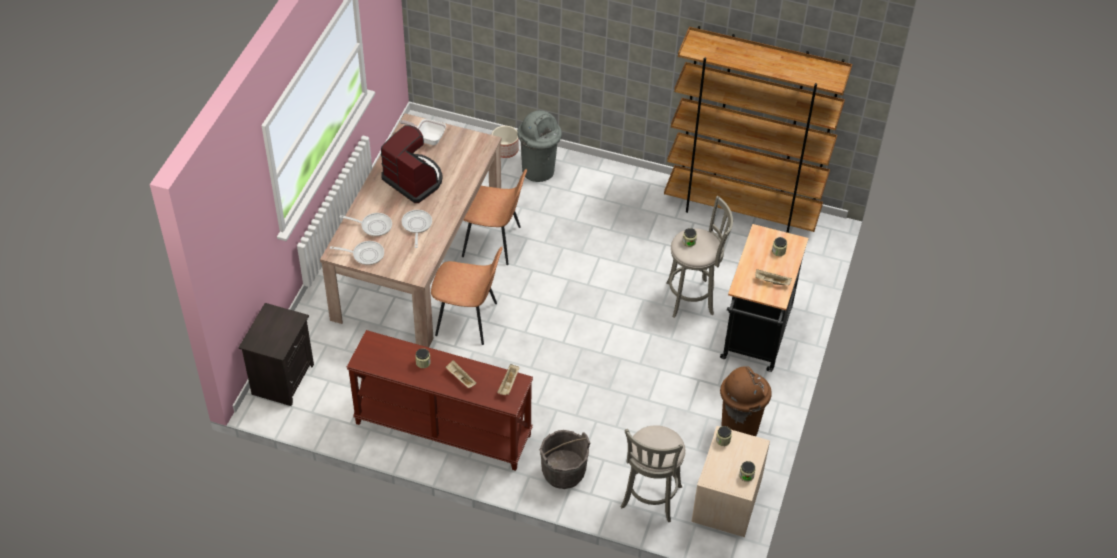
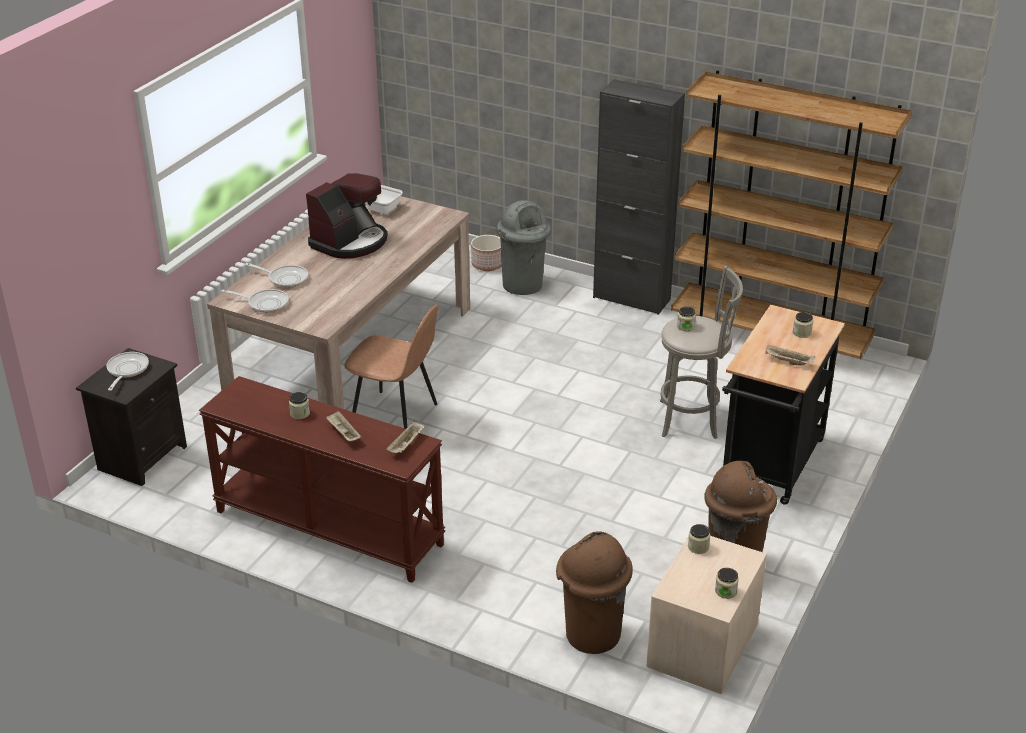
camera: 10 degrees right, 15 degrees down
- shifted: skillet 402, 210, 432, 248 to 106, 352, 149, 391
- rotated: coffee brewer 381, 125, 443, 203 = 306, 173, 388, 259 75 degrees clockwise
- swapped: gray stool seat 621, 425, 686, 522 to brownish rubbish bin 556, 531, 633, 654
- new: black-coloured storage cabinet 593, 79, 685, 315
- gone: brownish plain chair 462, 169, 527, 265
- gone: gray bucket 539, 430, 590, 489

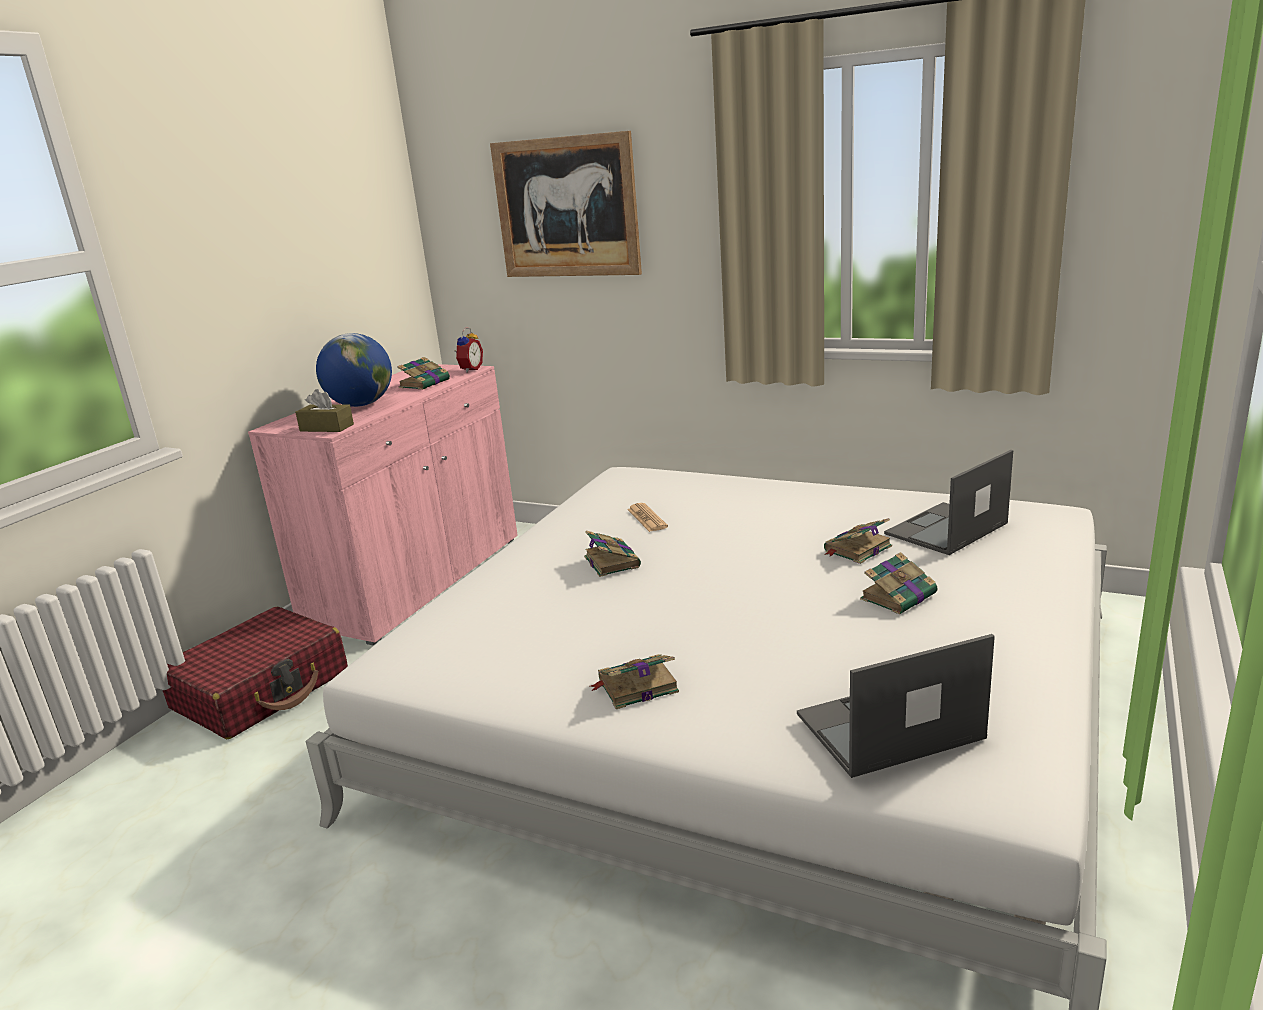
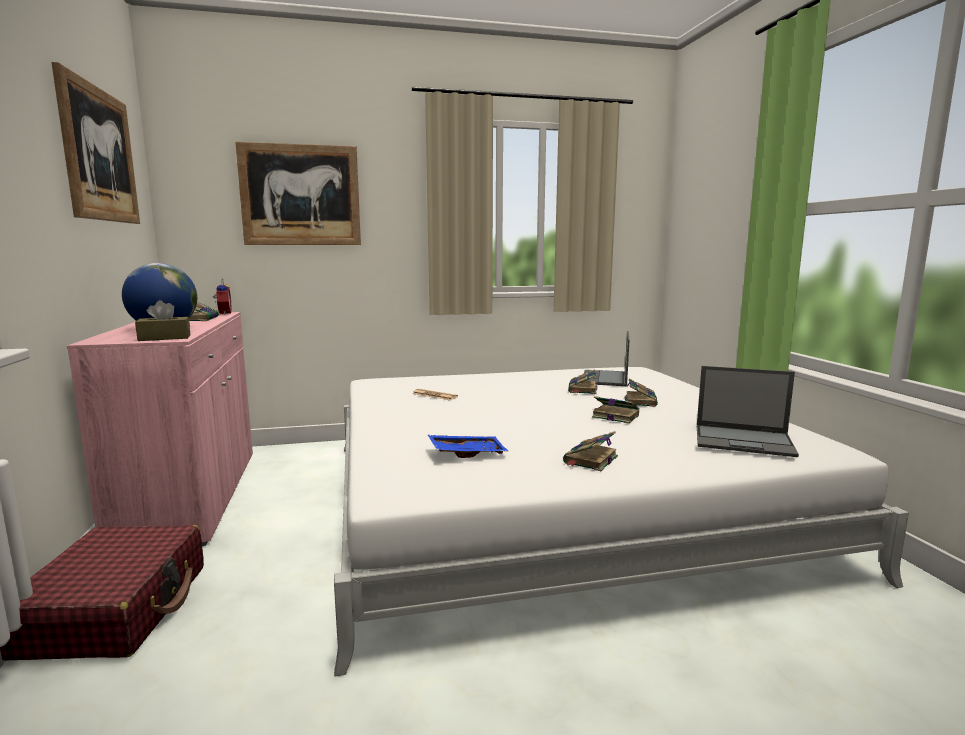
camera: 40 degrees left, 10 degrees down
- new: picture 52, 62, 140, 224
- new: blue-coloured carrying tray 428, 435, 509, 458
- shifted: book 584, 531, 641, 577 to 592, 396, 639, 424
- rotated: portable computer 797, 634, 995, 778 = 697, 366, 799, 457 105 degrees counterclockwise

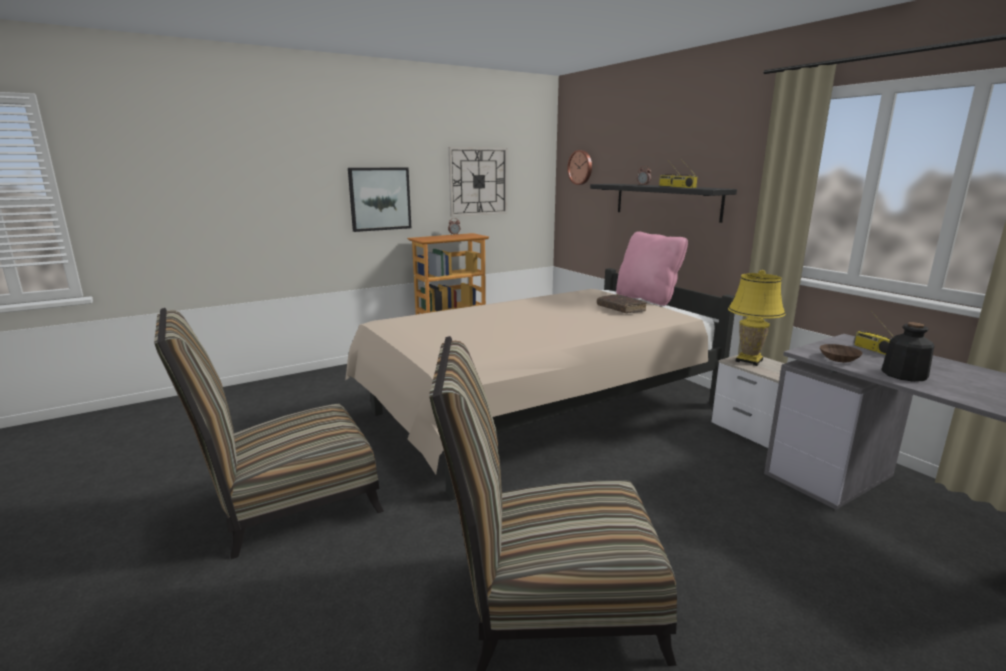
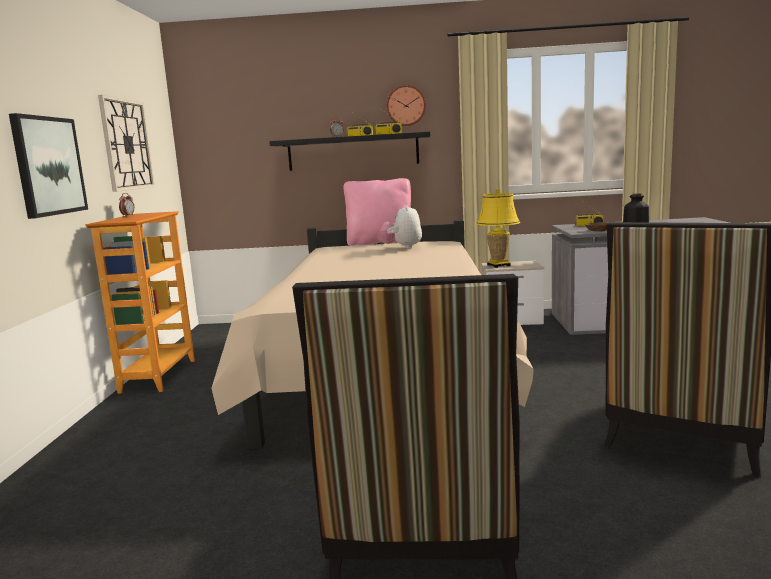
camera: 55 degrees left, 5 degrees down
- swapped: brownish book 597, 294, 646, 313 to cuddly toy 380, 205, 422, 249
- shifted: wall clock 567, 150, 592, 185 to 387, 85, 426, 126

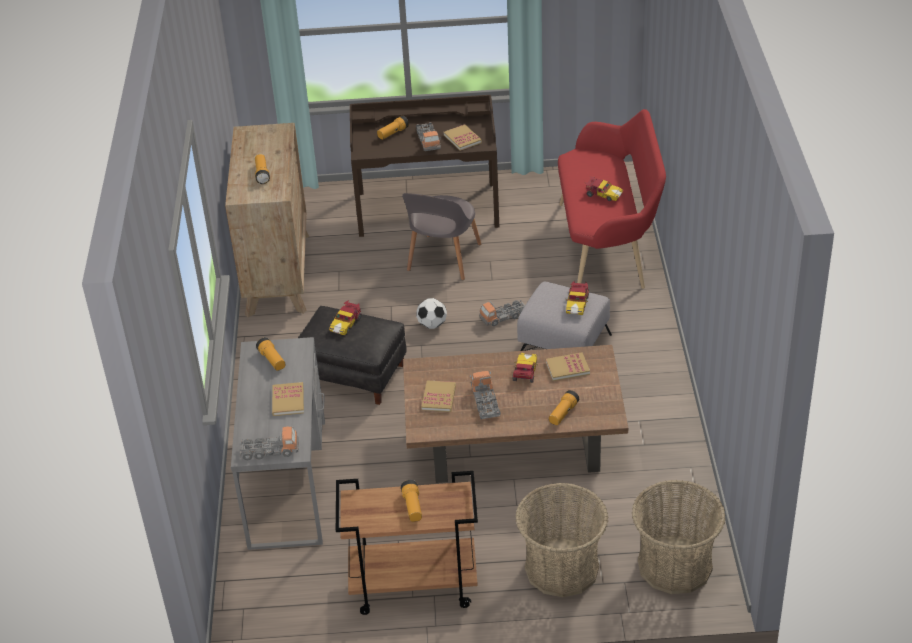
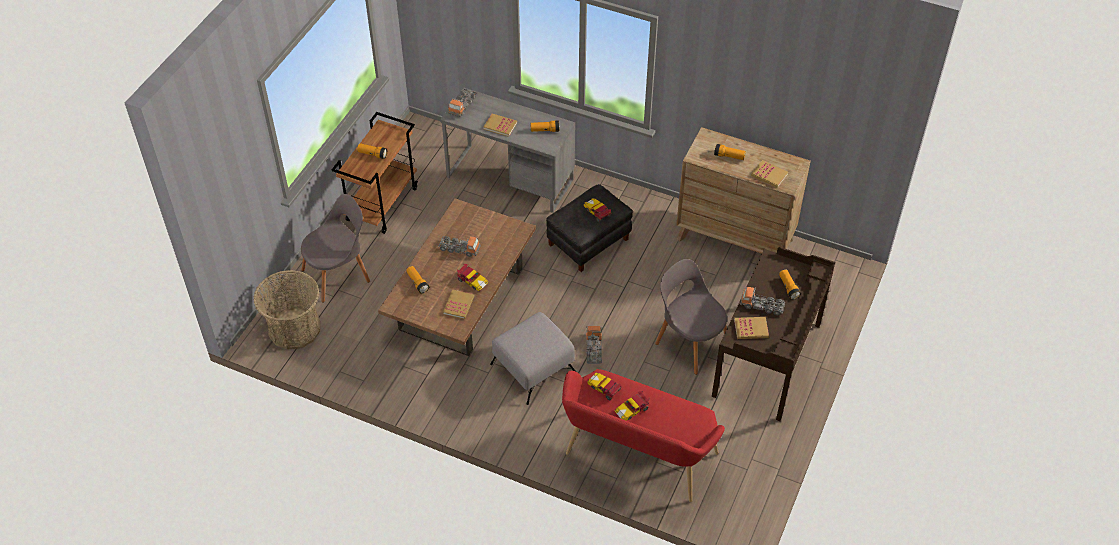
camera: 115 degrees right, 10 degrees up
- swapped: storage basket 515, 483, 609, 597 to gray plain chair 301, 194, 370, 303
- shifted: toy car 565, 281, 589, 315 to 588, 373, 622, 400
- shifted: book 421, 381, 456, 412 to 751, 160, 788, 188
- gone: football ball 416, 298, 447, 329

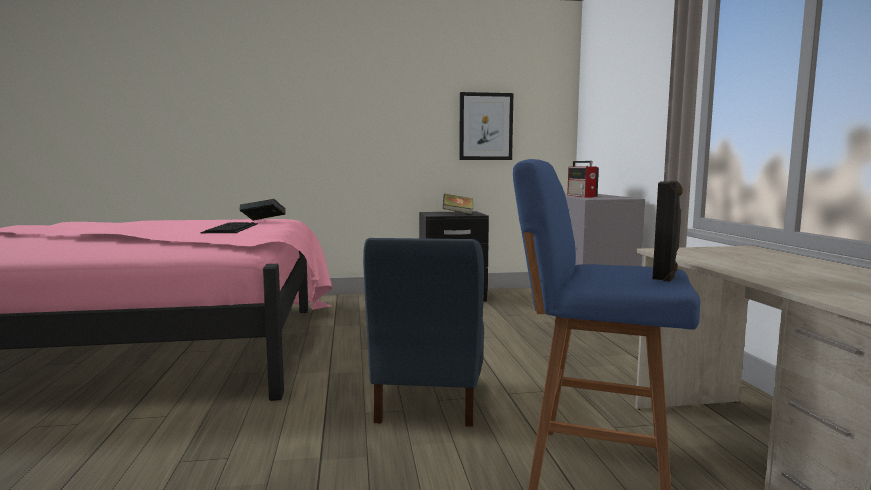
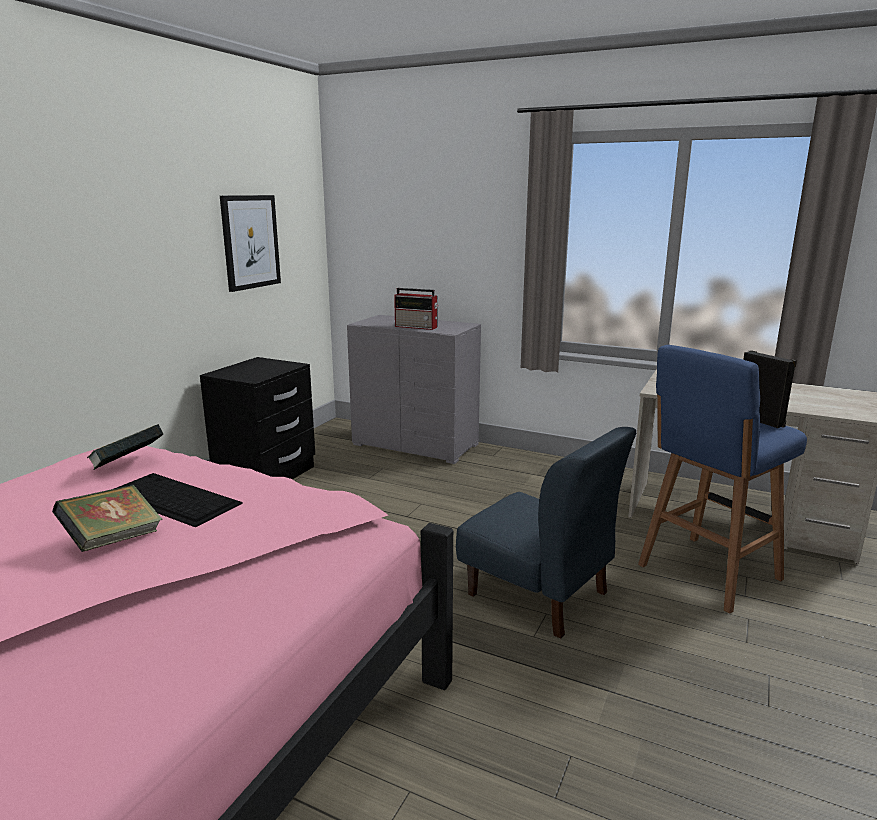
camera: 55 degrees left, 10 degrees up
- shifted: book 443, 194, 474, 214 to 52, 485, 163, 552

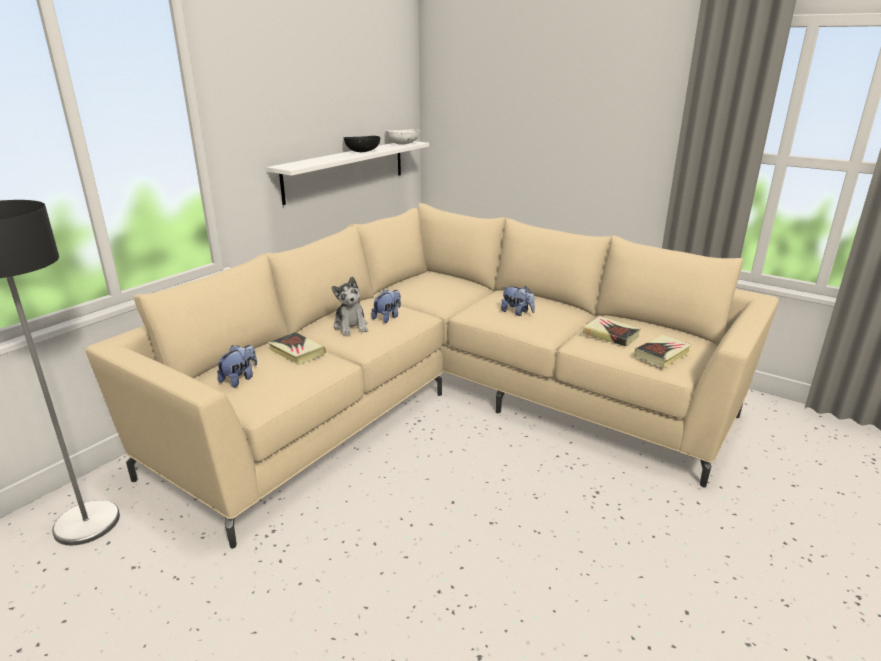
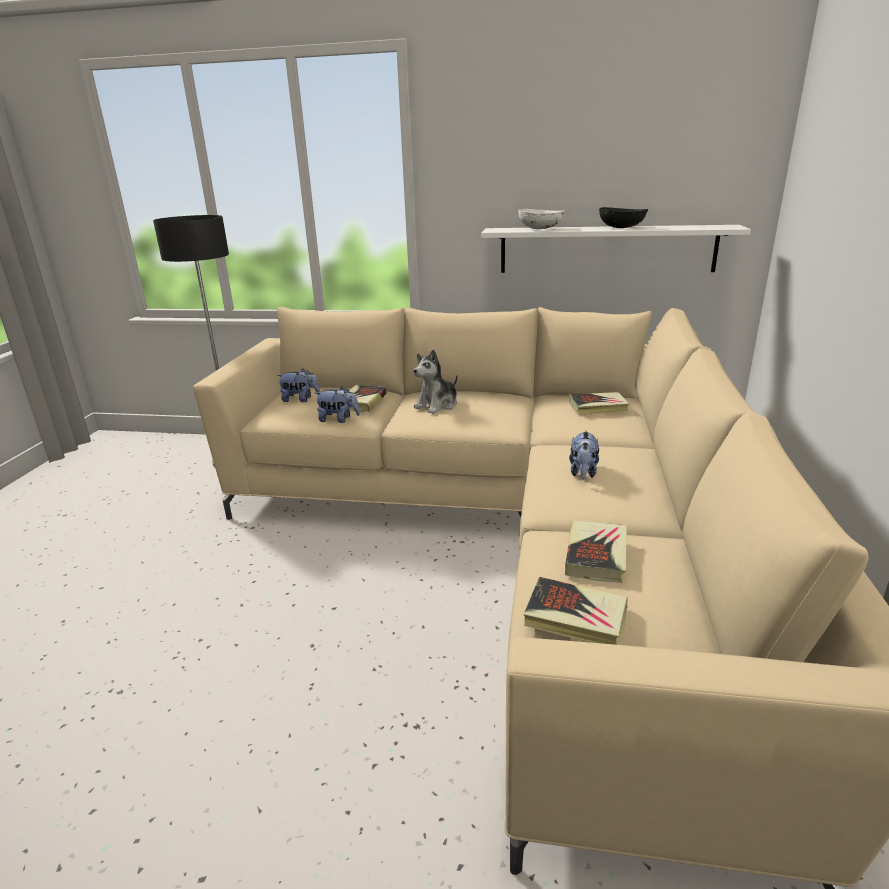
camera: 65 degrees right, 0 degrees up
- shifted: cuddly toy 371, 289, 401, 323 to 315, 386, 360, 423
- shifted: white serving bowl 386, 129, 420, 145 to 518, 209, 564, 229
- new: book 569, 392, 630, 415

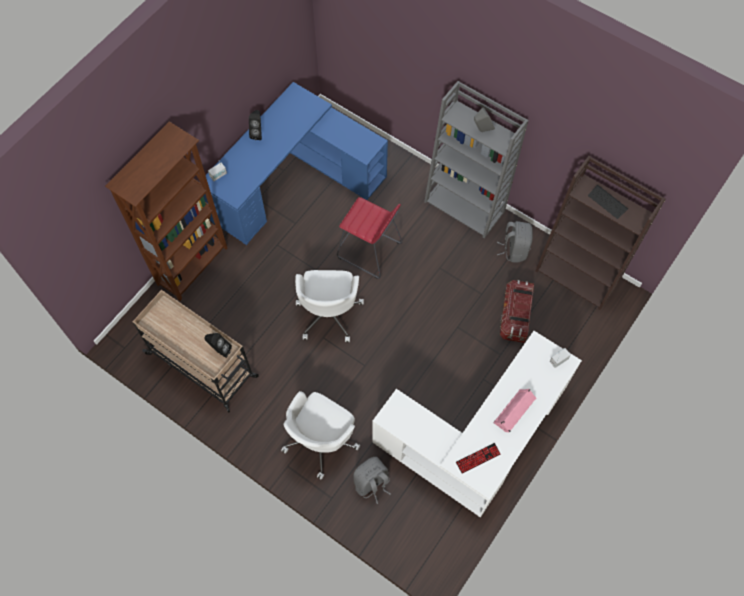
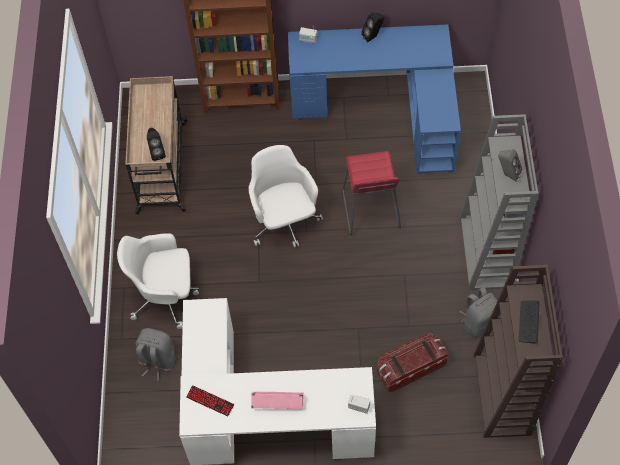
camera: 55 degrees right, 5 degrees down
- rotated: white desk chair 295, 270, 364, 342 = 249, 145, 323, 248 105 degrees clockwise

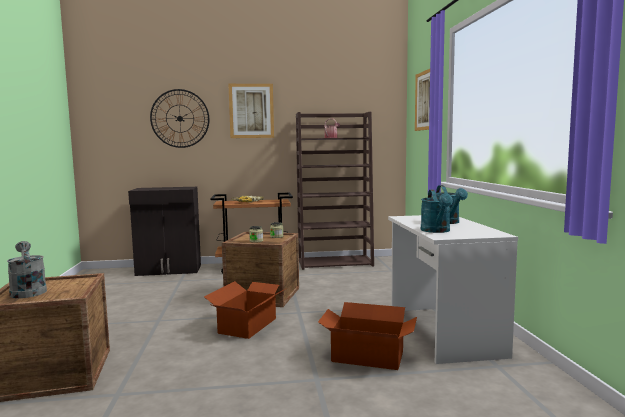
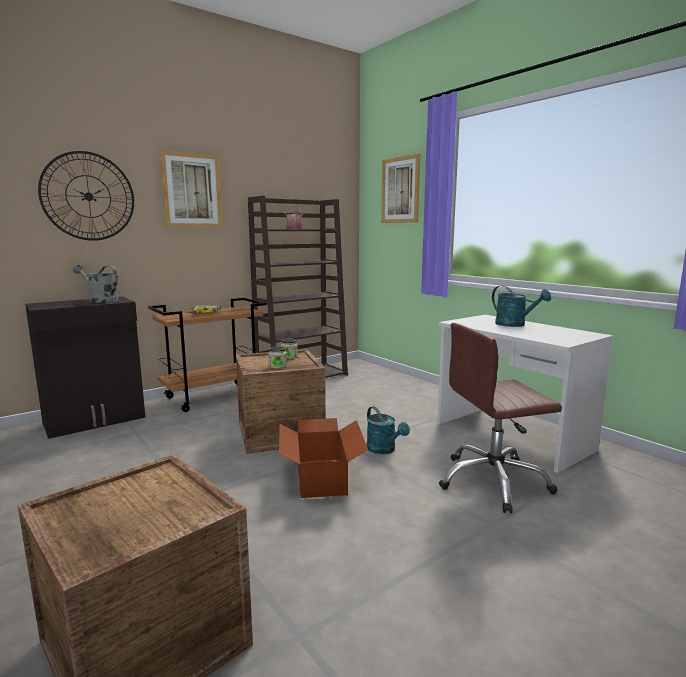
camera: 30 degrees left, 5 degrees up
- shifted: gray watering pot 7, 241, 47, 298 to 73, 264, 118, 303
- shifted: blue-green watering pot 421, 189, 453, 233 to 367, 406, 410, 454
- swapped: carton 318, 302, 417, 370 to brownish desk chair 439, 323, 562, 513

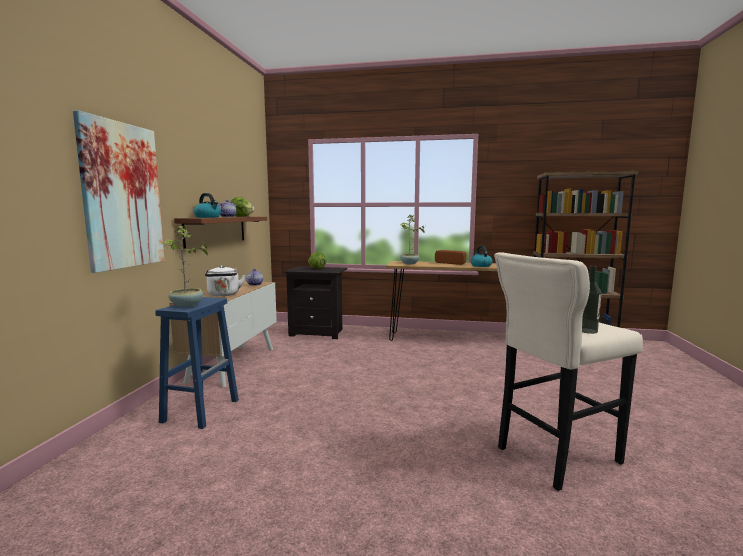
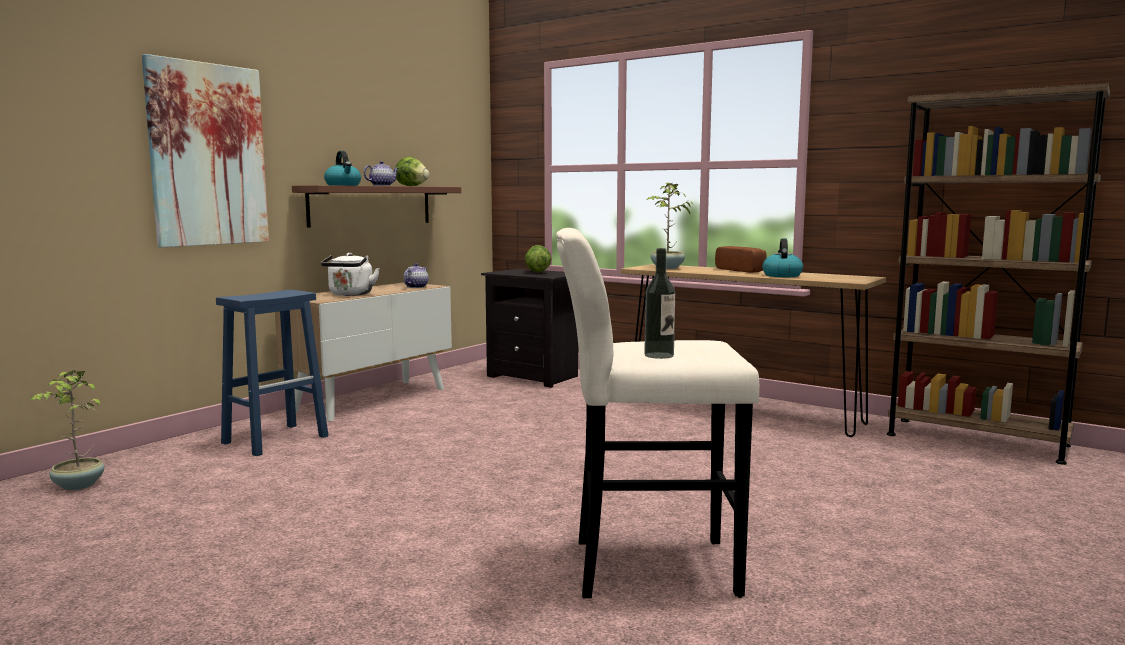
camera: 25 degrees right, 0 degrees up
- shifted: houseplant 162, 226, 208, 307 to 29, 369, 105, 490

